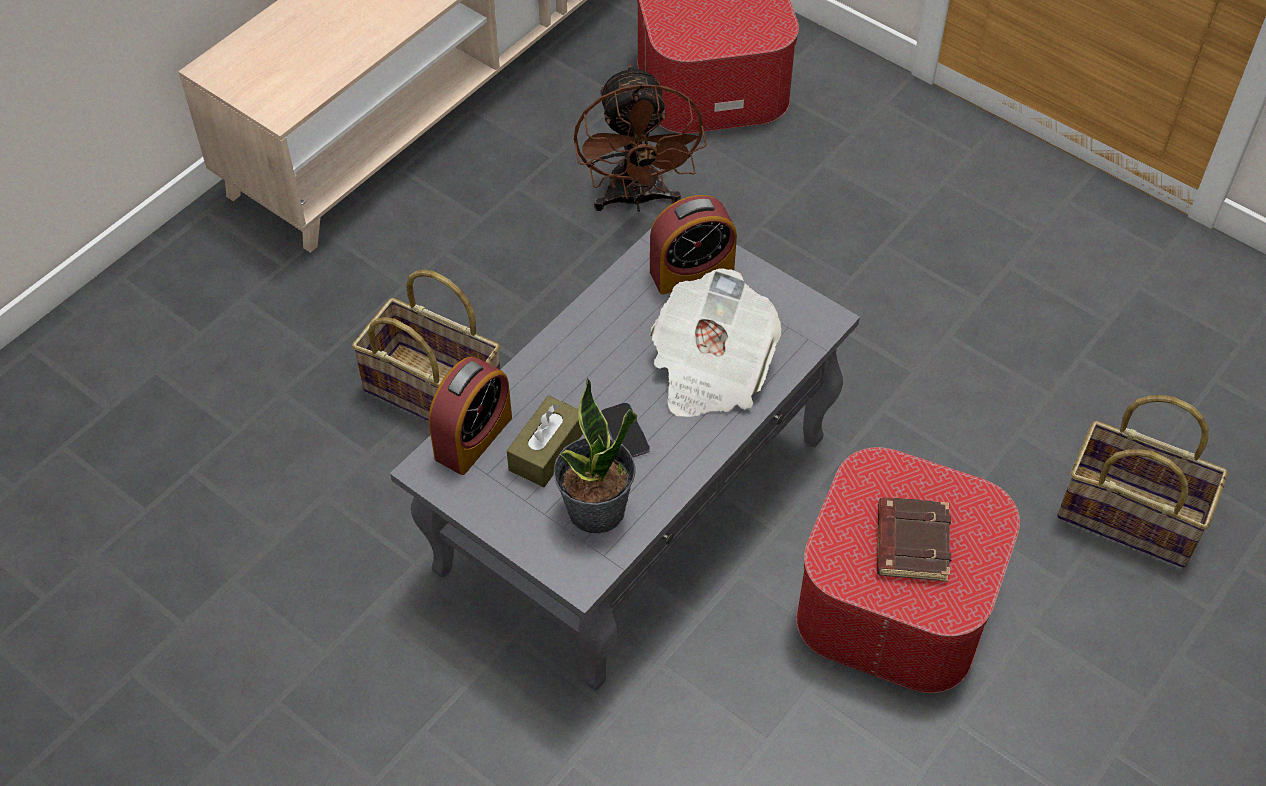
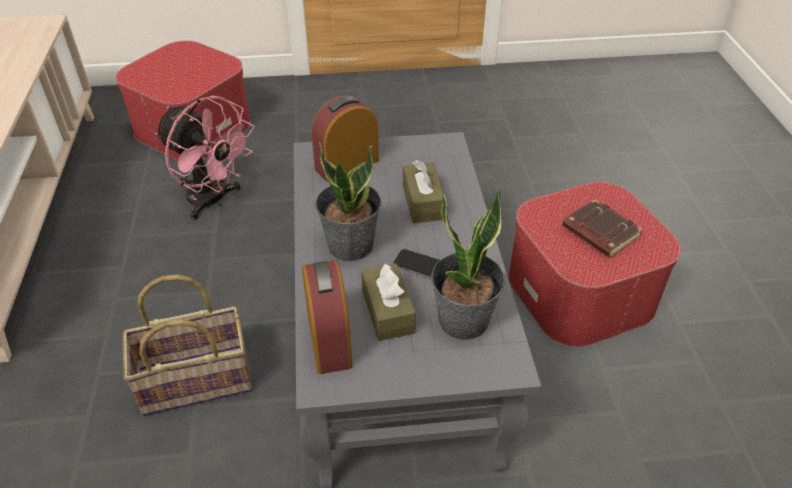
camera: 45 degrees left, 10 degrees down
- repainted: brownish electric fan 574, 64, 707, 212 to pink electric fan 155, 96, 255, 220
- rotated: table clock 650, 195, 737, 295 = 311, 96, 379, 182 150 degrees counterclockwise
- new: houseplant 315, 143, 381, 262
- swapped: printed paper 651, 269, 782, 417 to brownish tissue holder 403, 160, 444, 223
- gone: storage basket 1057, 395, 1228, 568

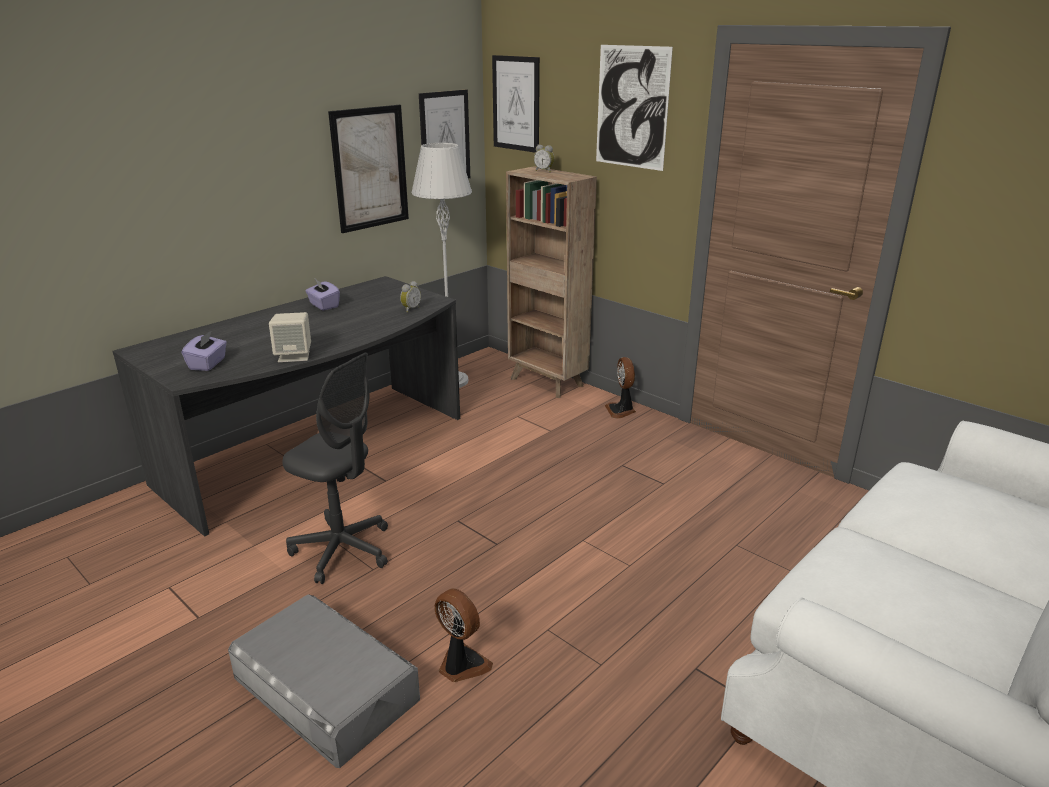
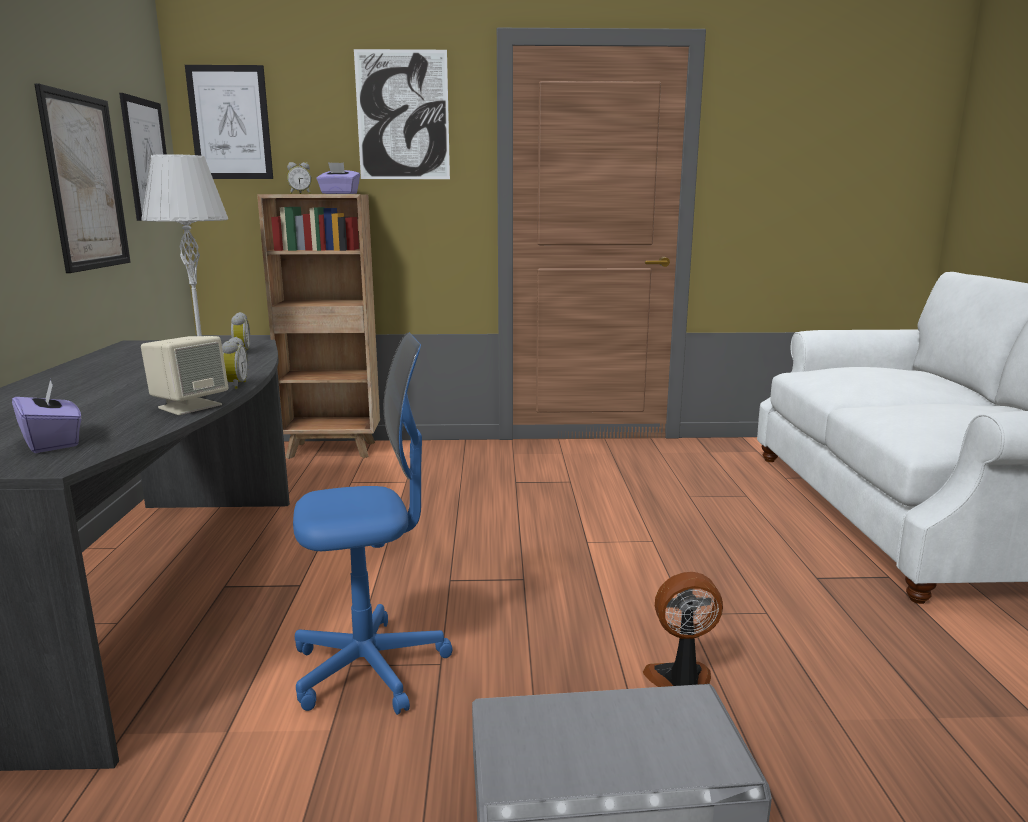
camera: 45 degrees left, 10 degrees down
- new: table clock 222, 337, 248, 389
- repainted: gray desk chair 282, 352, 388, 584 to blue-coloured desk chair 293, 333, 452, 715
- shifted: purple tissue holder 305, 279, 340, 311 to 316, 162, 360, 194
- gone: electric fan 605, 357, 636, 419

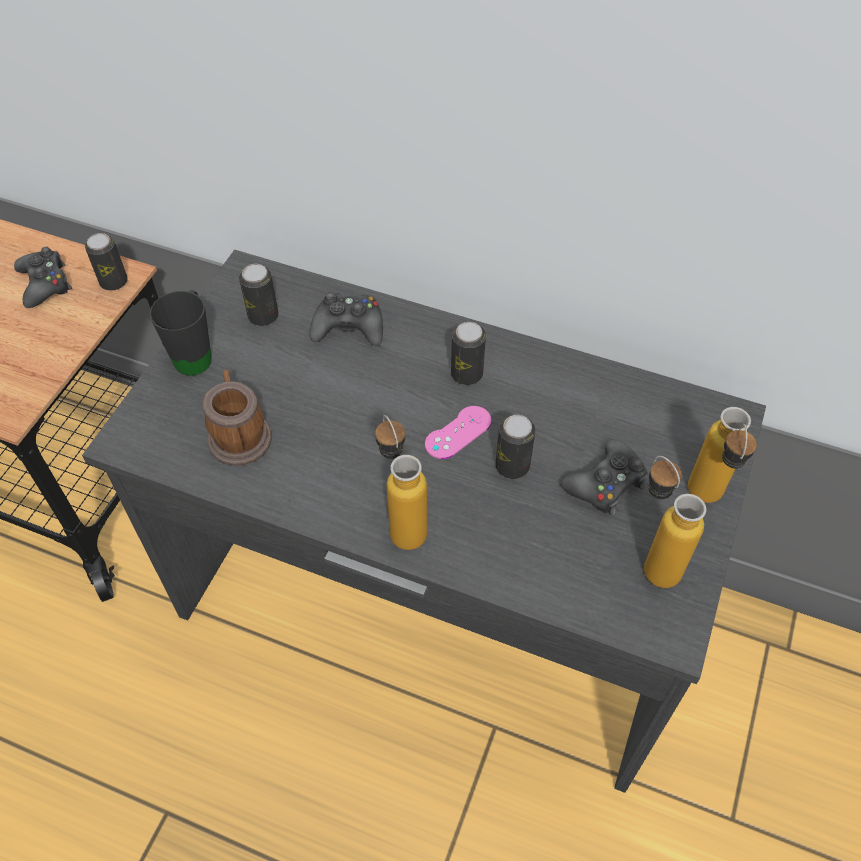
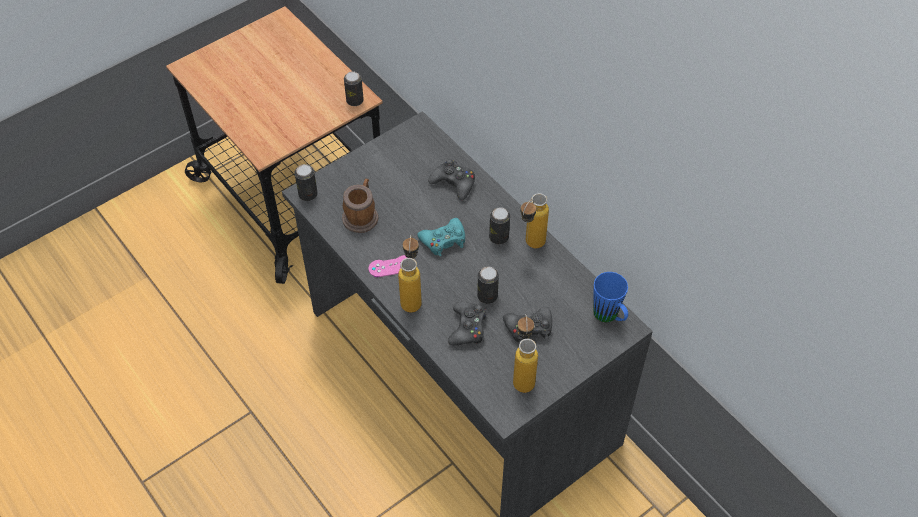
camera: 30 degrees right, 0 degrees up
- shifted: metal can 239, 264, 279, 326 to 295, 164, 318, 201
- shifted: pink game controller 425, 406, 492, 459 to 369, 255, 407, 277
- new: blue-green game controller 417, 218, 465, 257
- shifted: black-coloured game controller 14, 247, 72, 308 to 448, 302, 487, 345
- shifted: drink bottle 688, 407, 757, 503 to 521, 193, 549, 248
- new: blue-coloured mug 593, 272, 628, 322
- gone: black-coloured mug 150, 290, 212, 376

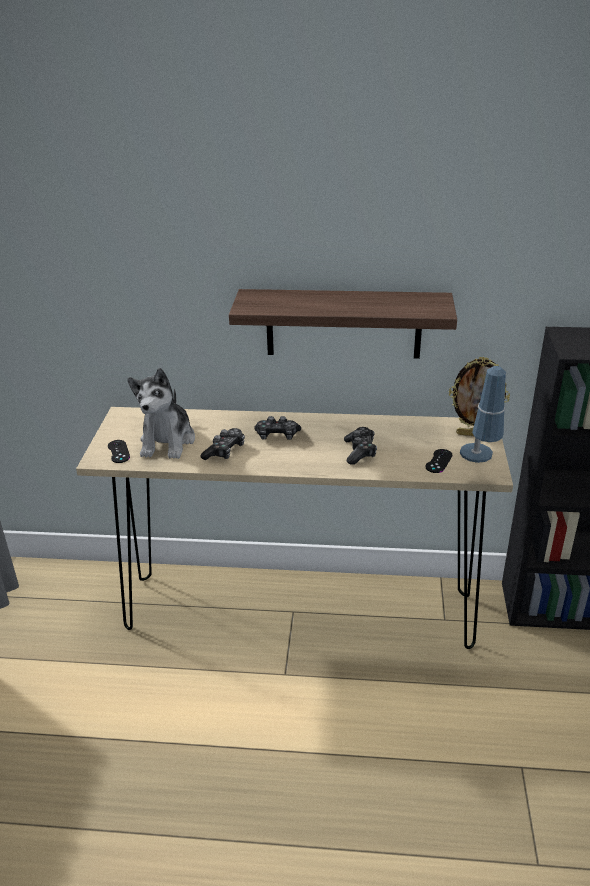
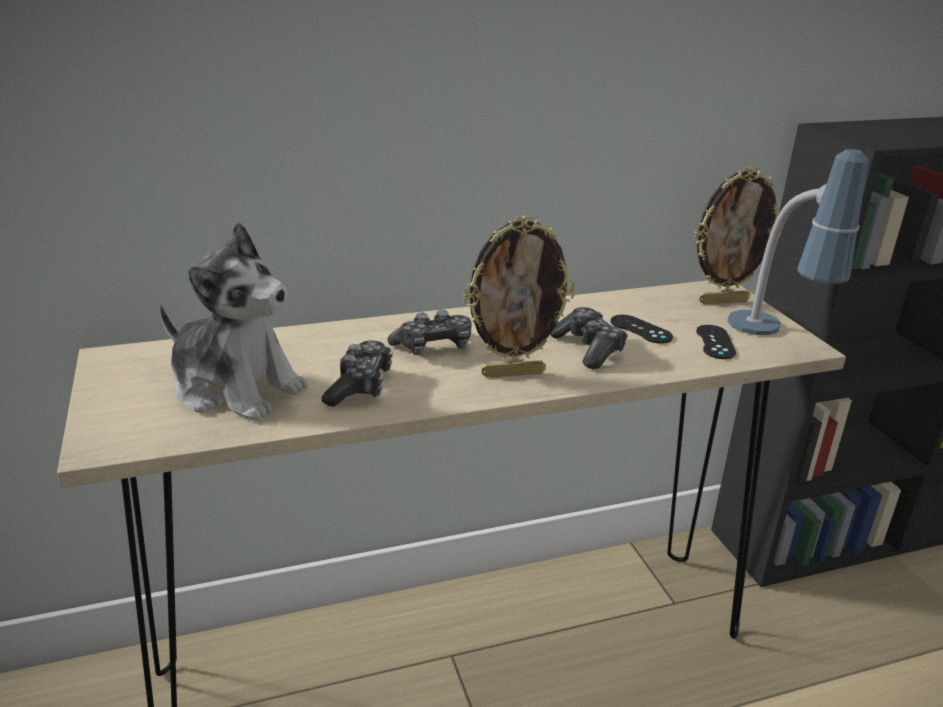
camera: 25 degrees left, 5 degrees down
- rotated: cuddly toy 127, 368, 195, 459 = 159, 222, 308, 421 45 degrees counterclockwise
- new: picture frame 463, 215, 575, 378
- shifted: black-coloured game controller 108, 440, 130, 463 to 611, 315, 673, 344
- gone: bracket shelf 229, 289, 457, 359

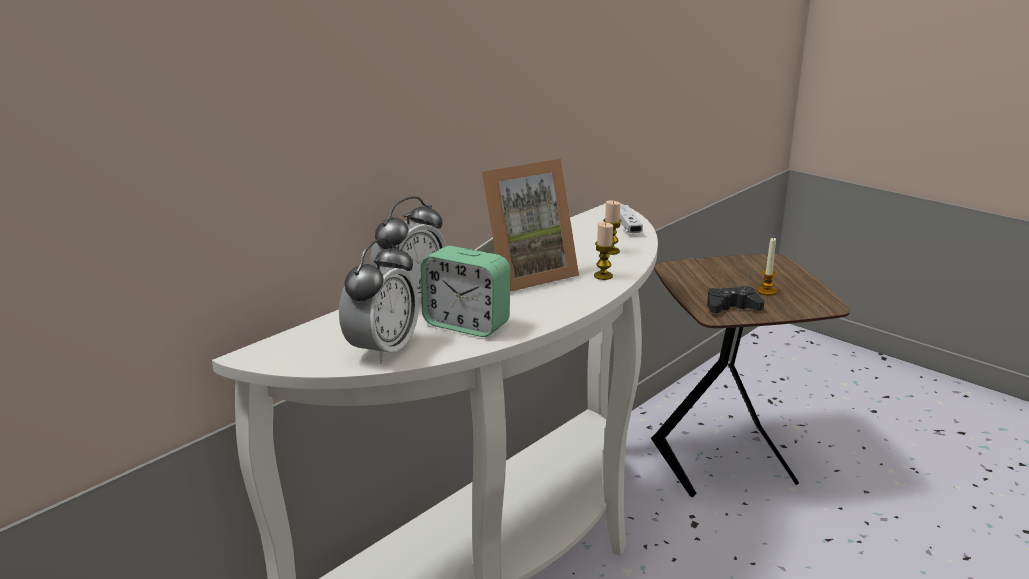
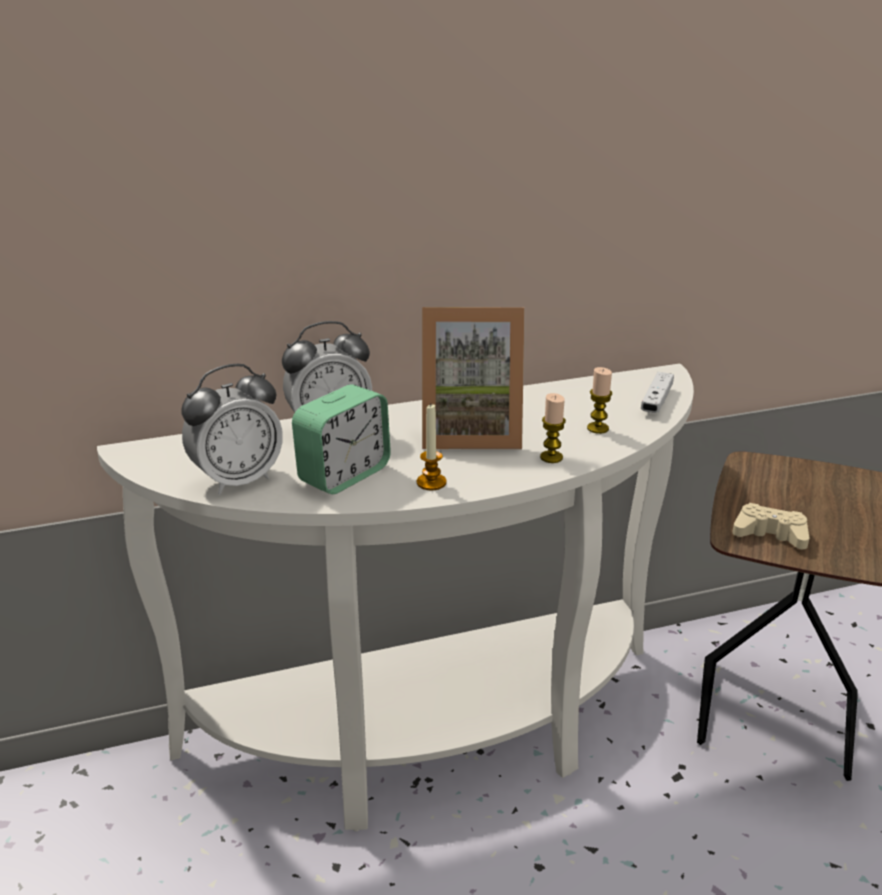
camera: 30 degrees right, 5 degrees up
- rotated: table clock 421, 246, 510, 337 = 292, 384, 391, 494 105 degrees counterclockwise
- shifted: wax candle 757, 237, 777, 296 to 417, 404, 447, 490
- repainted: black-coloured game controller 707, 286, 765, 313 to sand-coloured game controller 732, 503, 809, 549

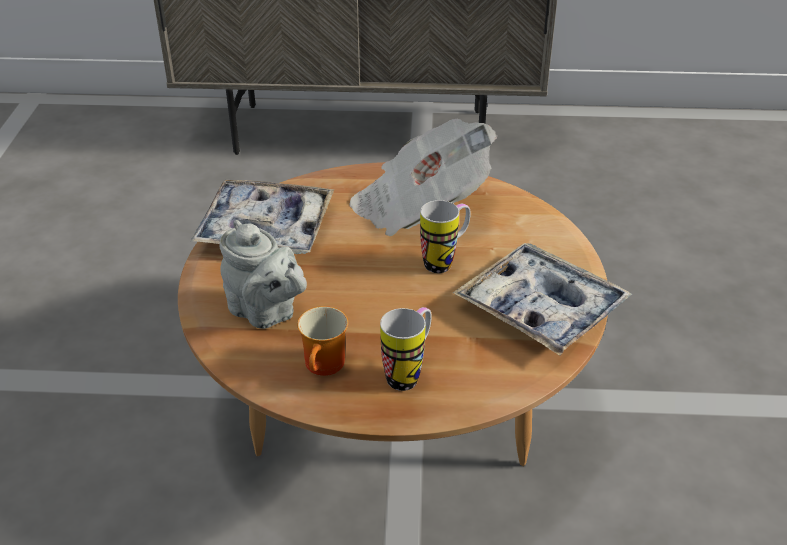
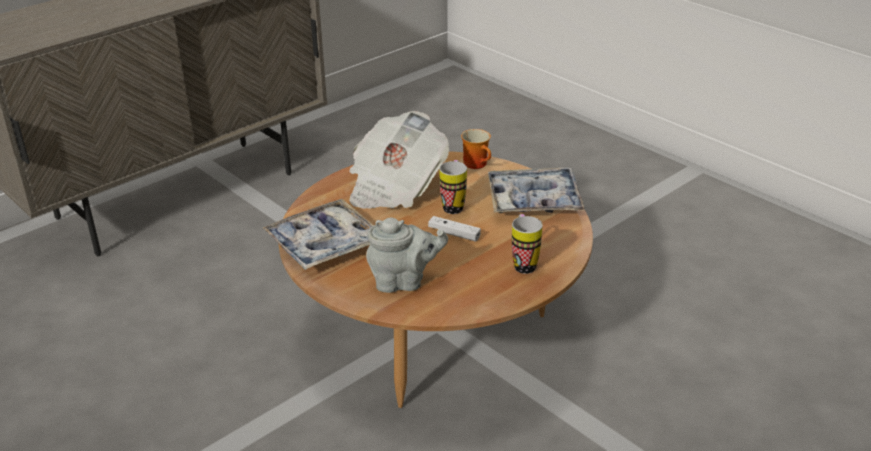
camera: 45 degrees left, 5 degrees down
- new: white game controller 428, 216, 481, 241
- shifted: mug 297, 306, 348, 376 to 461, 129, 491, 169

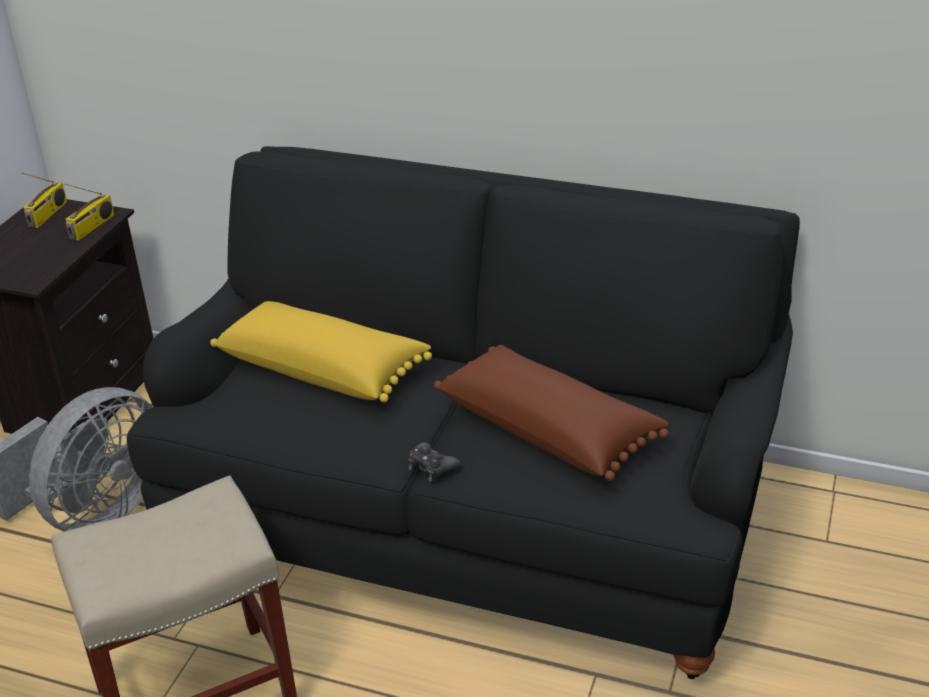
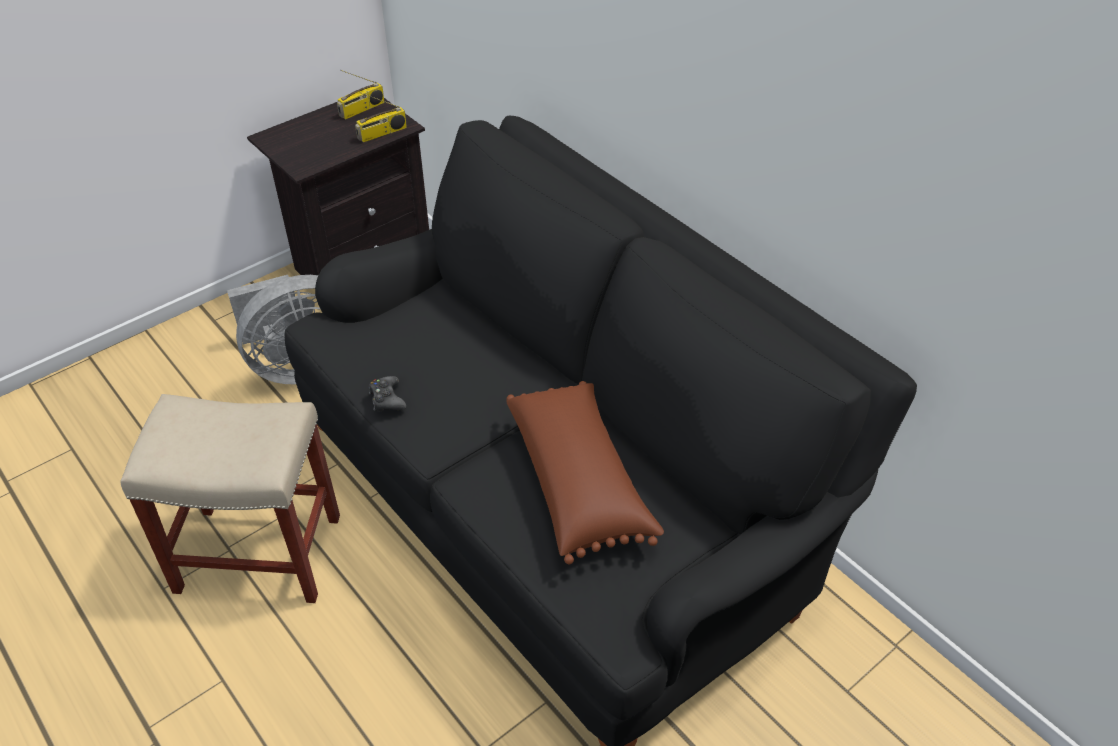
camera: 30 degrees right, 10 degrees up
- shifted: black-coloured game controller 408, 442, 461, 481 to 369, 376, 406, 412
- gone: yellow throw pillow 210, 301, 432, 402

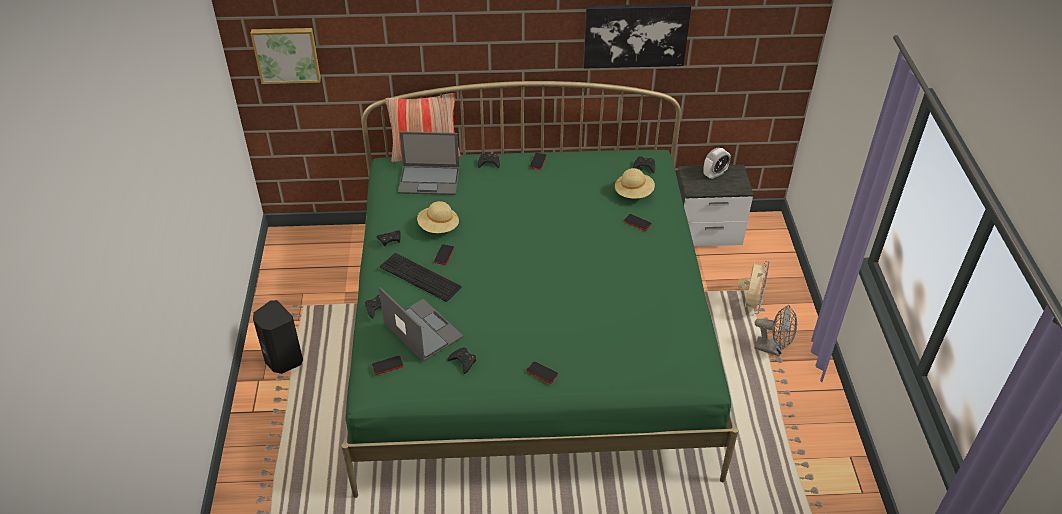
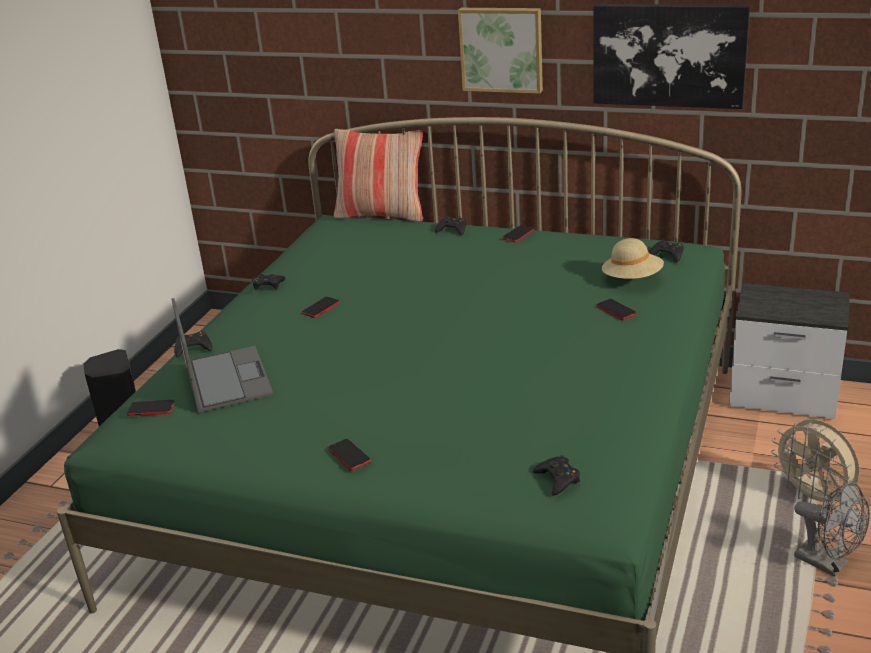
camera: 25 degrees right, 15 degrees down
- shifted: picture 250, 28, 321, 84 to 458, 8, 543, 94
- shifted: black-coloured game controller 448, 348, 476, 374 to 533, 455, 580, 496
- rotated: sand-coloured electric fan 738, 261, 769, 314 = 771, 419, 860, 504 105 degrees clockwise
- gone: computer keyboard 380, 253, 462, 302
- gone: portable computer 398, 131, 459, 195
- gone: sand-coloured clothing hat 417, 201, 459, 233
- gone: table clock 703, 148, 731, 179

